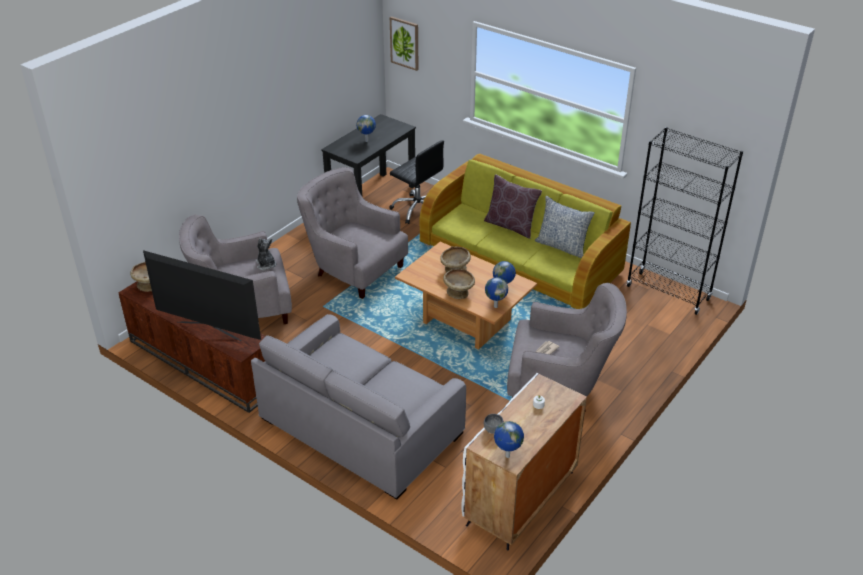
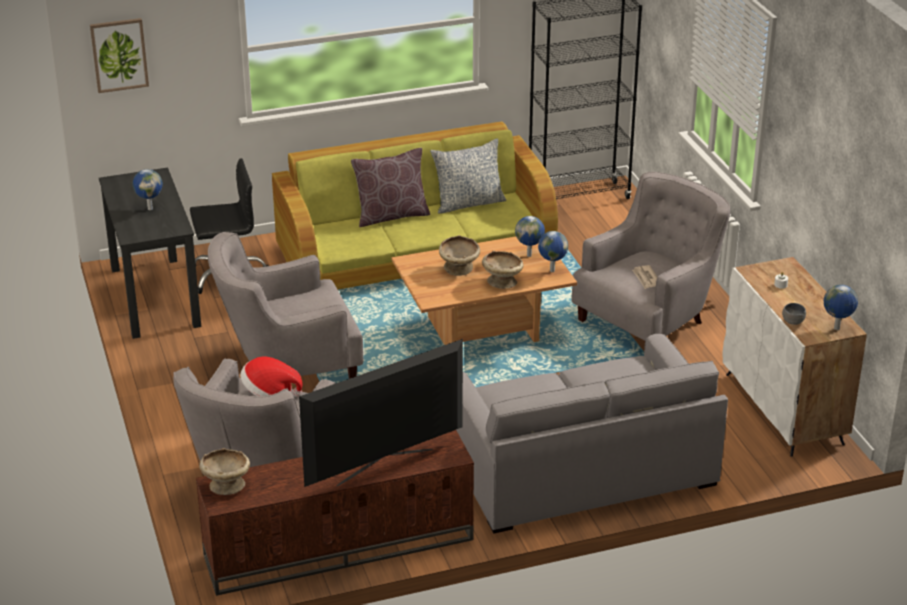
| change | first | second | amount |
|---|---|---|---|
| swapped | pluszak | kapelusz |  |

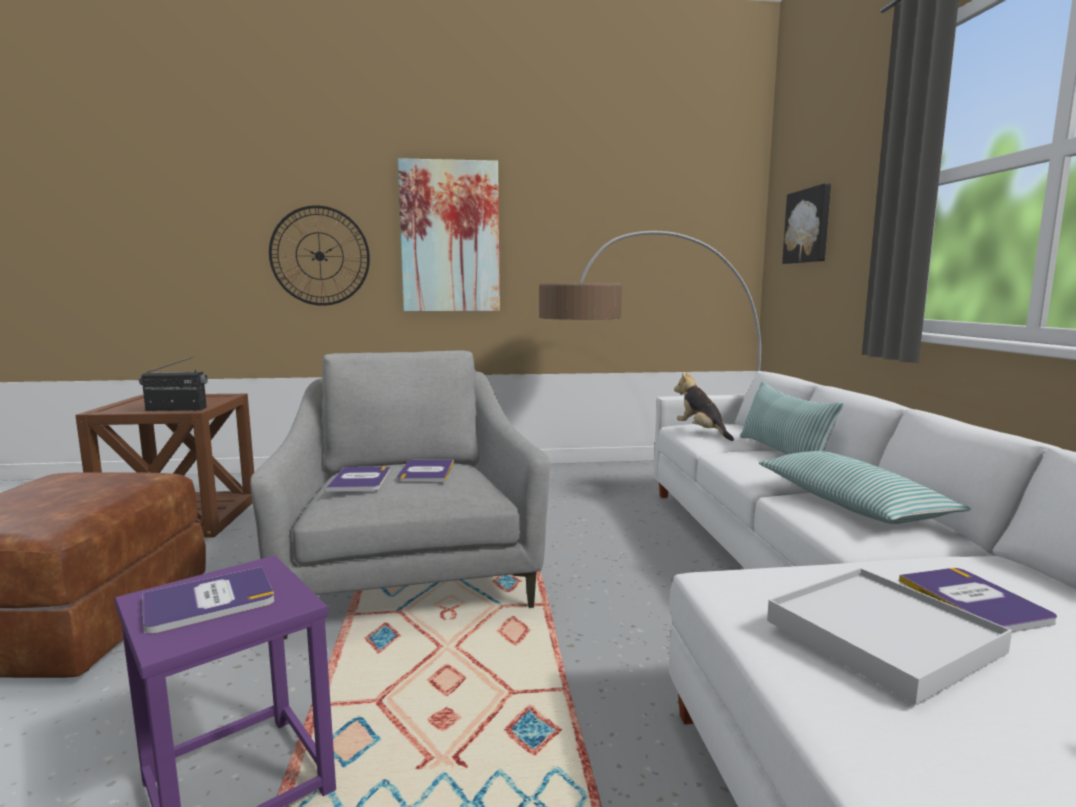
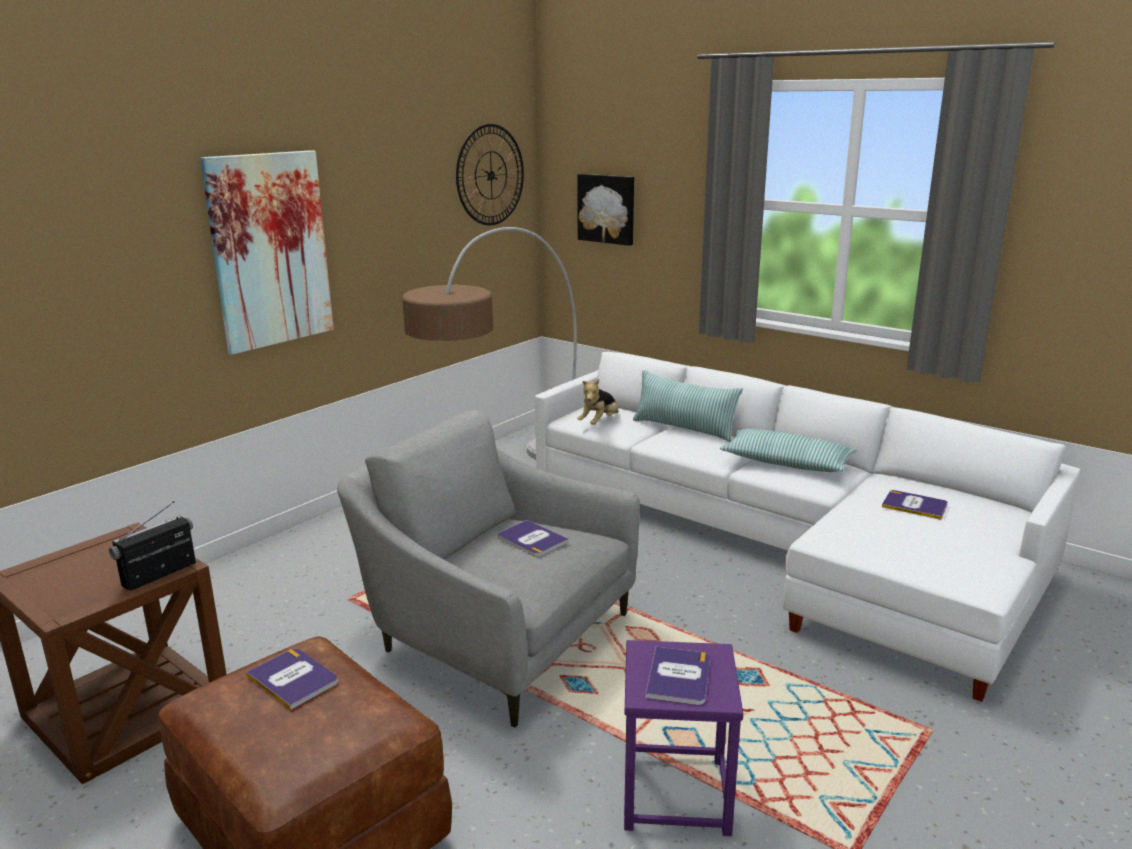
| change | first | second | amount |
|---|---|---|---|
| shifted | książka (no. 2 from left in the first image) | książka (no. 1 from left) |  |
| shifted | zegar ścienny |  |  |
| rotated | pluszak |  | 75 degrees counterclockwise |
| gone | taca (biały) |  |  |

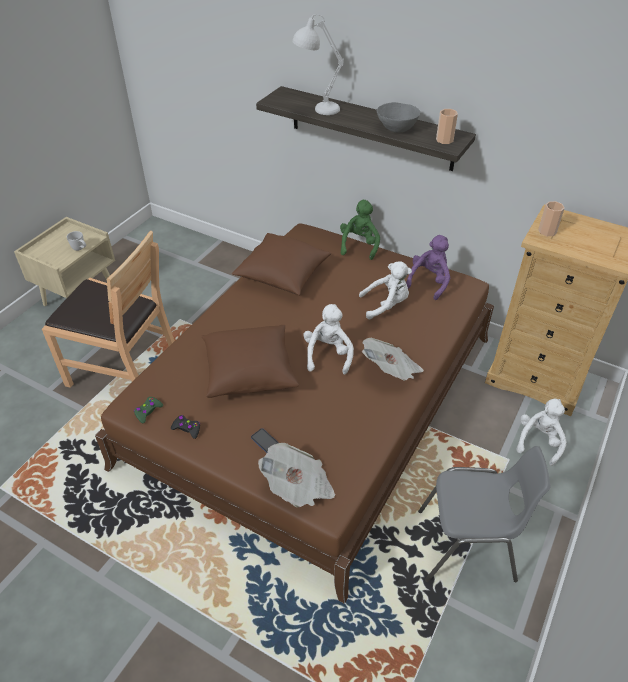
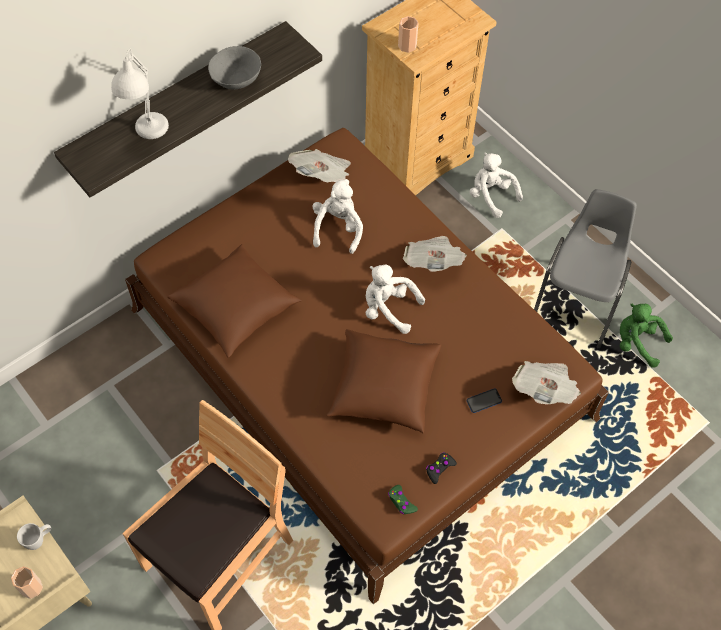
| change | first | second | amount |
|---|---|---|---|
| shifted | filiżanka (no. 1 from left) |  |  |
| swapped | pluszak (fioletowy) | gazeta (no. 1 from left) |  |
| shifted | pluszak (zielony) |  |  |

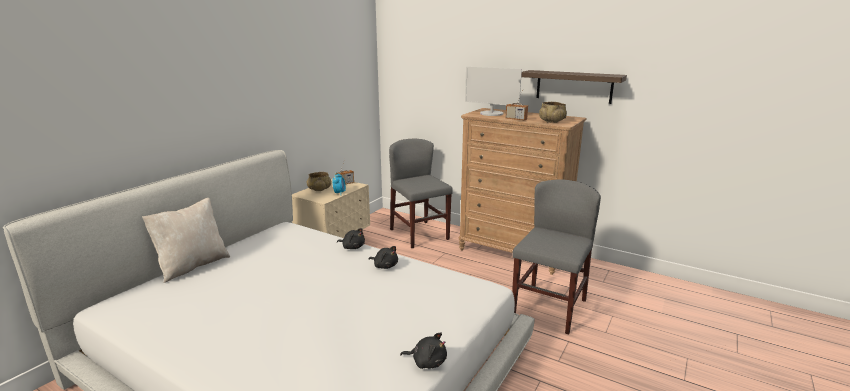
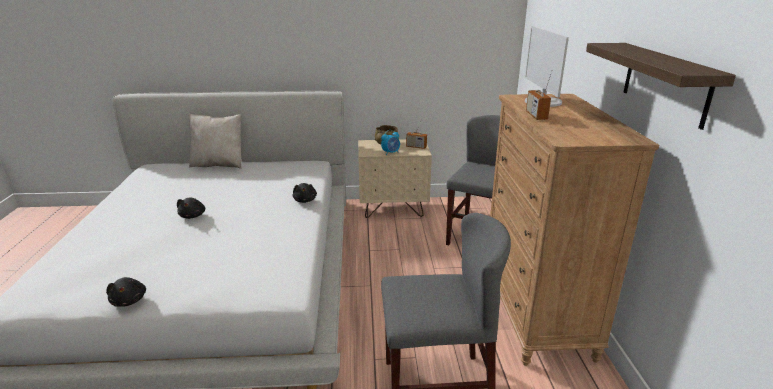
| change | first | second | amount |
|---|---|---|---|
| shifted | pluszak (czarny) (no. 2 from left) |  |  |
| gone | miska (beżowy) (no. 2 from left) |  |  |

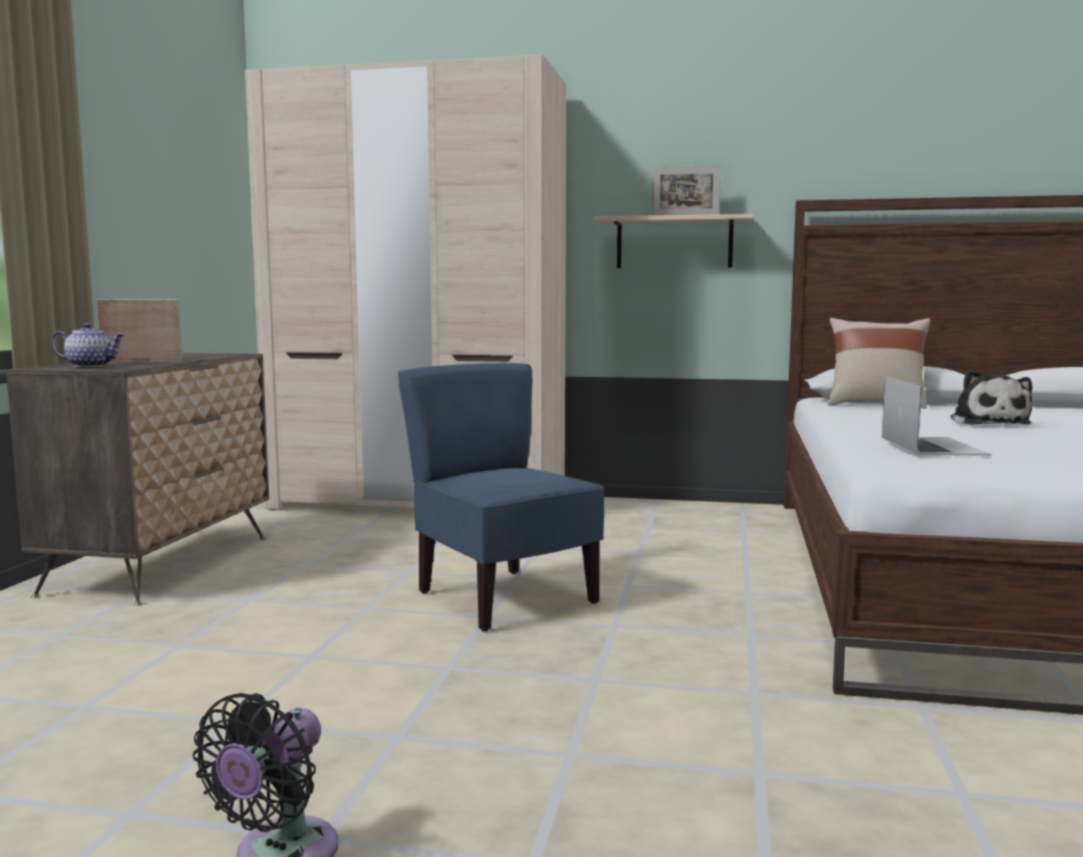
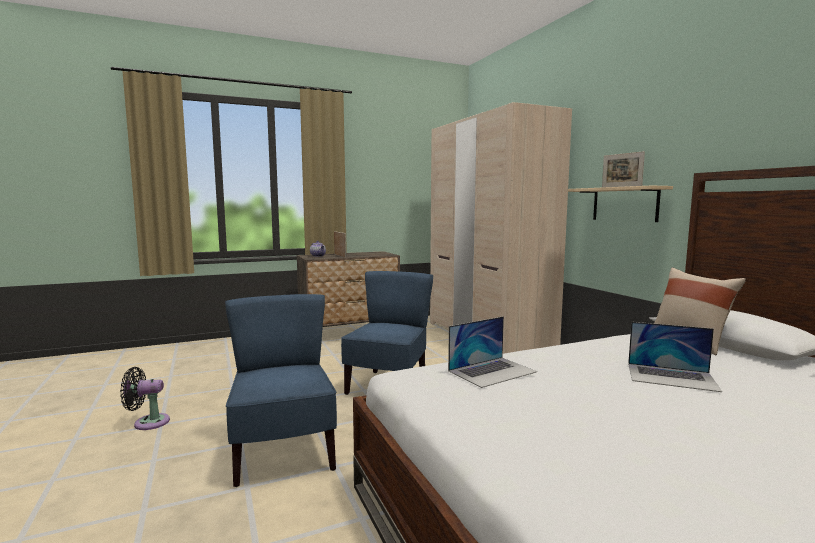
| change | first | second | amount |
|---|---|---|---|
| new |  | krzesło (niebieski) (no. 1 from left) |  |
| swapped | pluszak | laptop (no. 2 from left) |  |

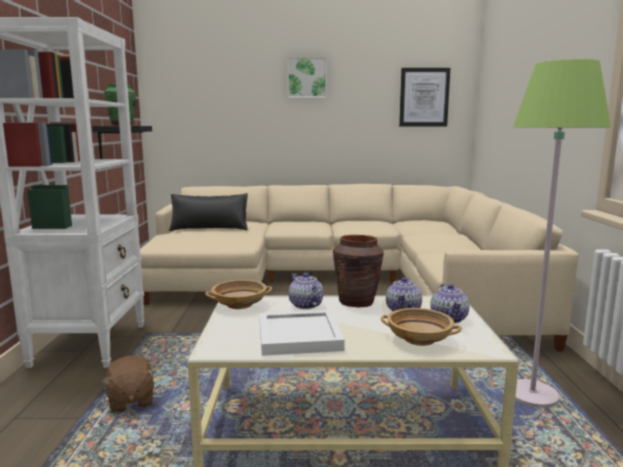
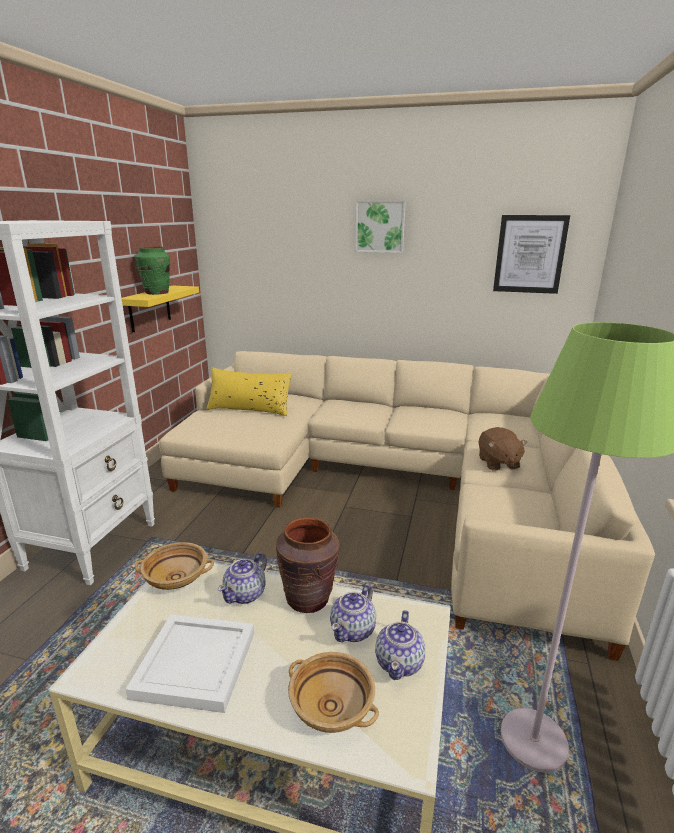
| change | first | second | amount |
|---|---|---|---|
| repainted | półka (czarny) | półka (żółty) |  |
| repainted | poduszka (czarny) | poduszka (żółty) |  |
| rotated | imbryk (no. 1 from left) |  | 135 degrees counterclockwise |
| shifted | pluszak (brązowy) |  |  |

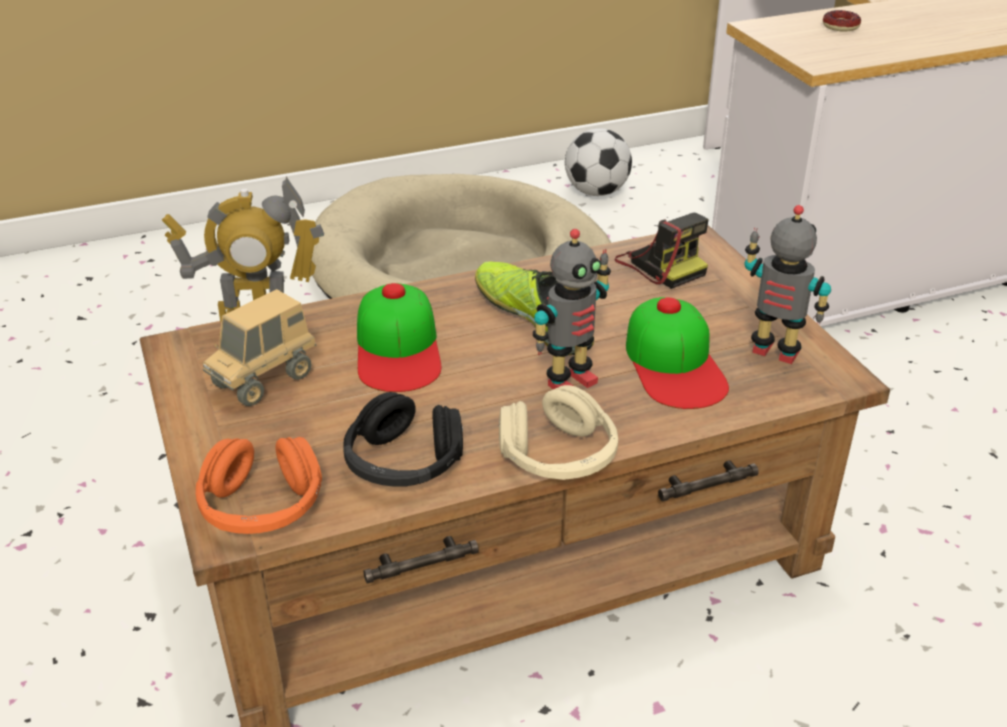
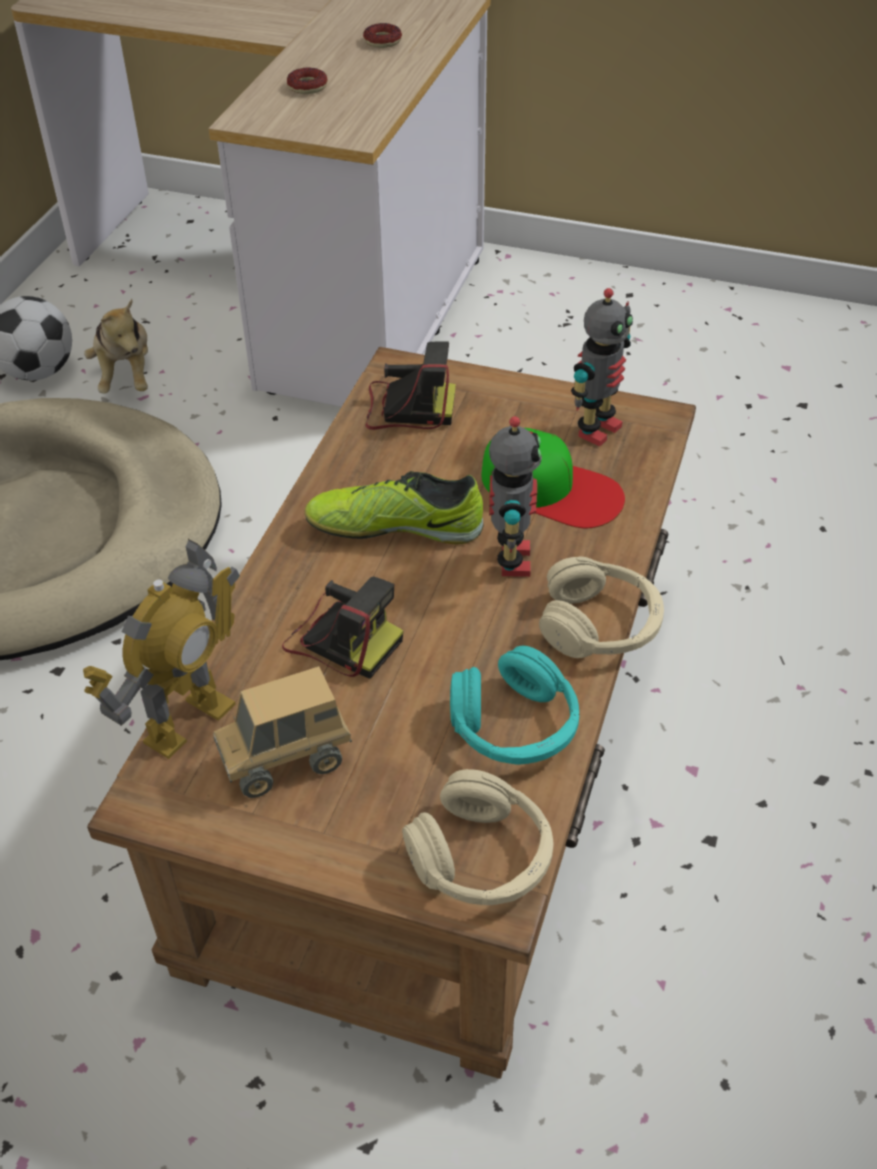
| change | first | second | amount |
|---|---|---|---|
| new |  | pluszak |  |
| rotated | ciężarówka zabawkowa |  | 75 degrees clockwise |
| swapped | czapka z daszkiem (no. 1 from left) | aparat fotograficzny (no. 1 from left) |  |
| new |  | donut (no. 2 from left) |  |
| repainted | słuchawki (pomarańczowy) | słuchawki (beżowy) (no. 1 from left) |  |
| repainted | słuchawki (czarny) | słuchawki (turkusowy) |  |
| rotated | robot zabawkowy (no. 3 from left) |  | 150 degrees clockwise |

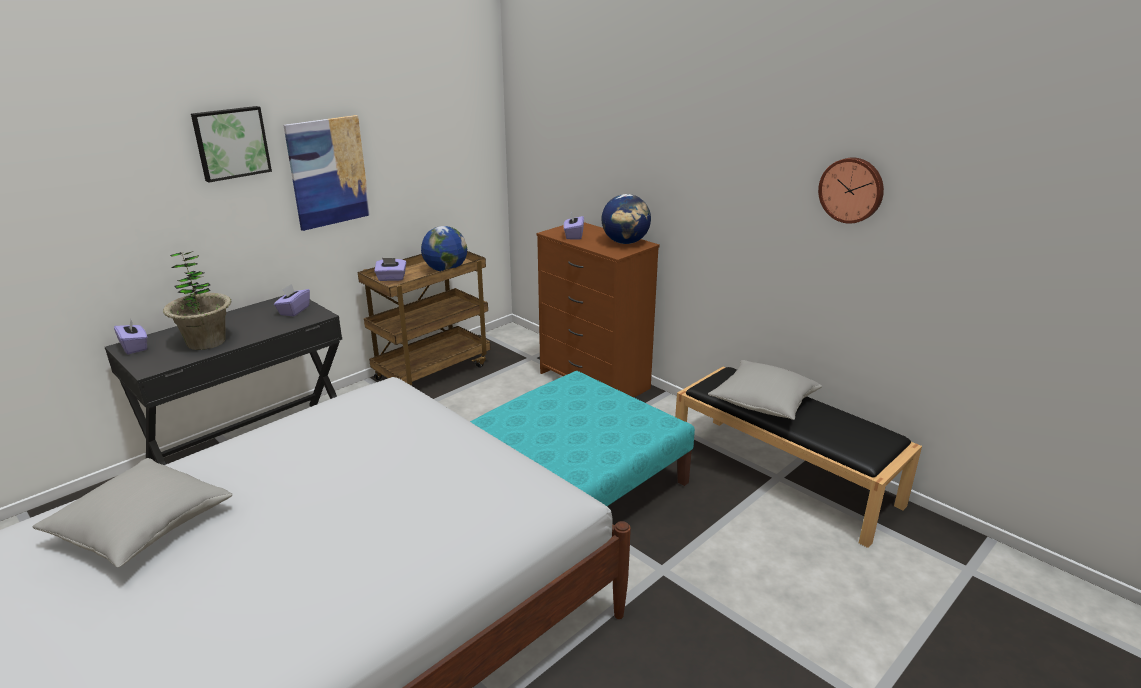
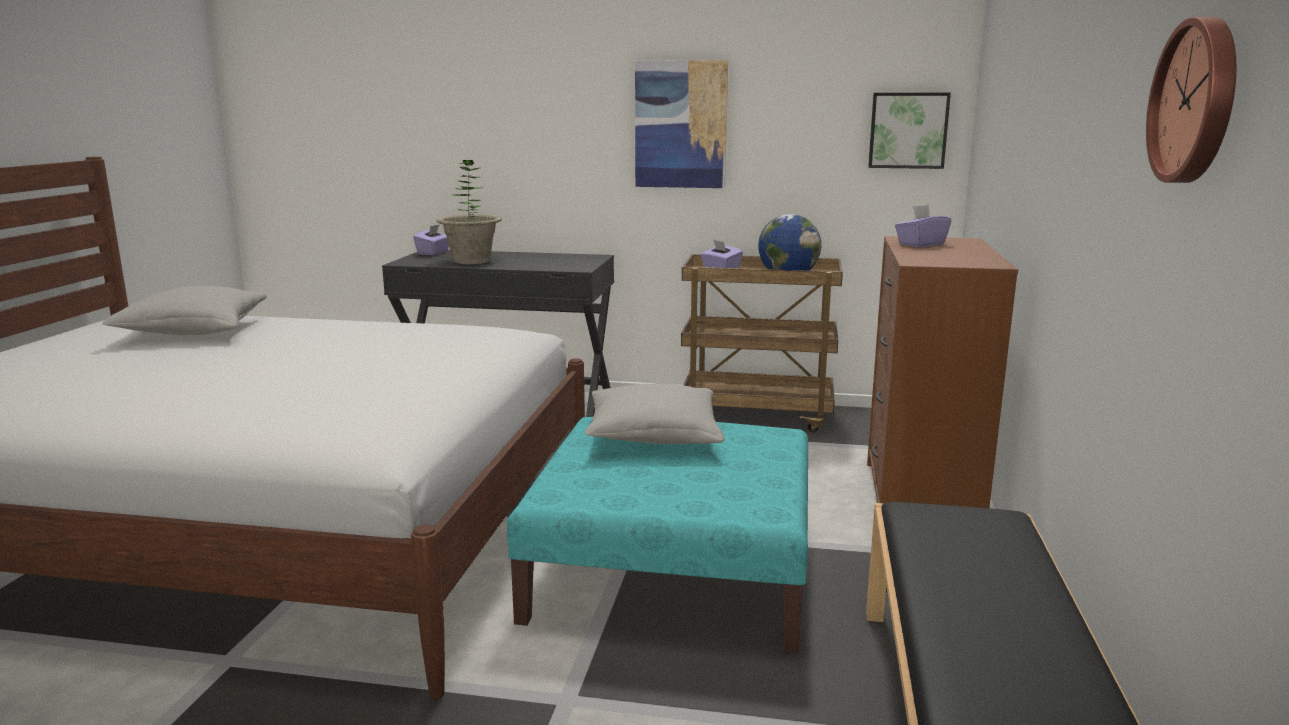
| change | first | second | amount |
|---|---|---|---|
| shifted | poduszka (szary) (no. 2 from left) |  |  |
| shifted | obraz (no. 1 from left in the first image) | obraz (no. 2 from left) |  |
| gone | pudełko chusteczek (fioletowy) (no. 2 from left) |  |  |
| gone | globus (no. 2 from left) |  |  |

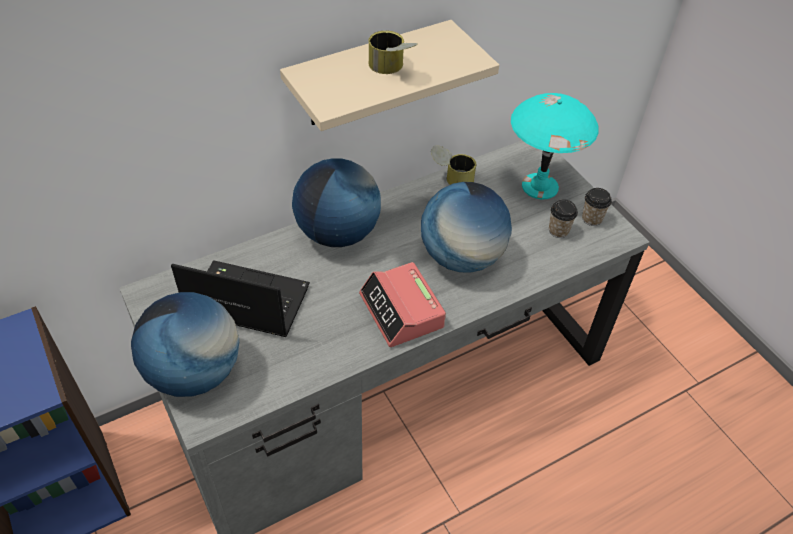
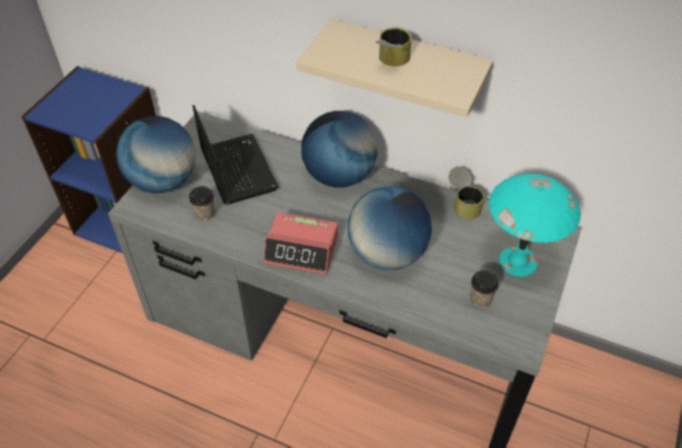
| change | first | second | amount |
|---|---|---|---|
| shifted | filiżanka (no. 2 from left in the first image) | filiżanka (no. 1 from left) |  |
| rotated | budzik |  | 105 degrees counterclockwise |

